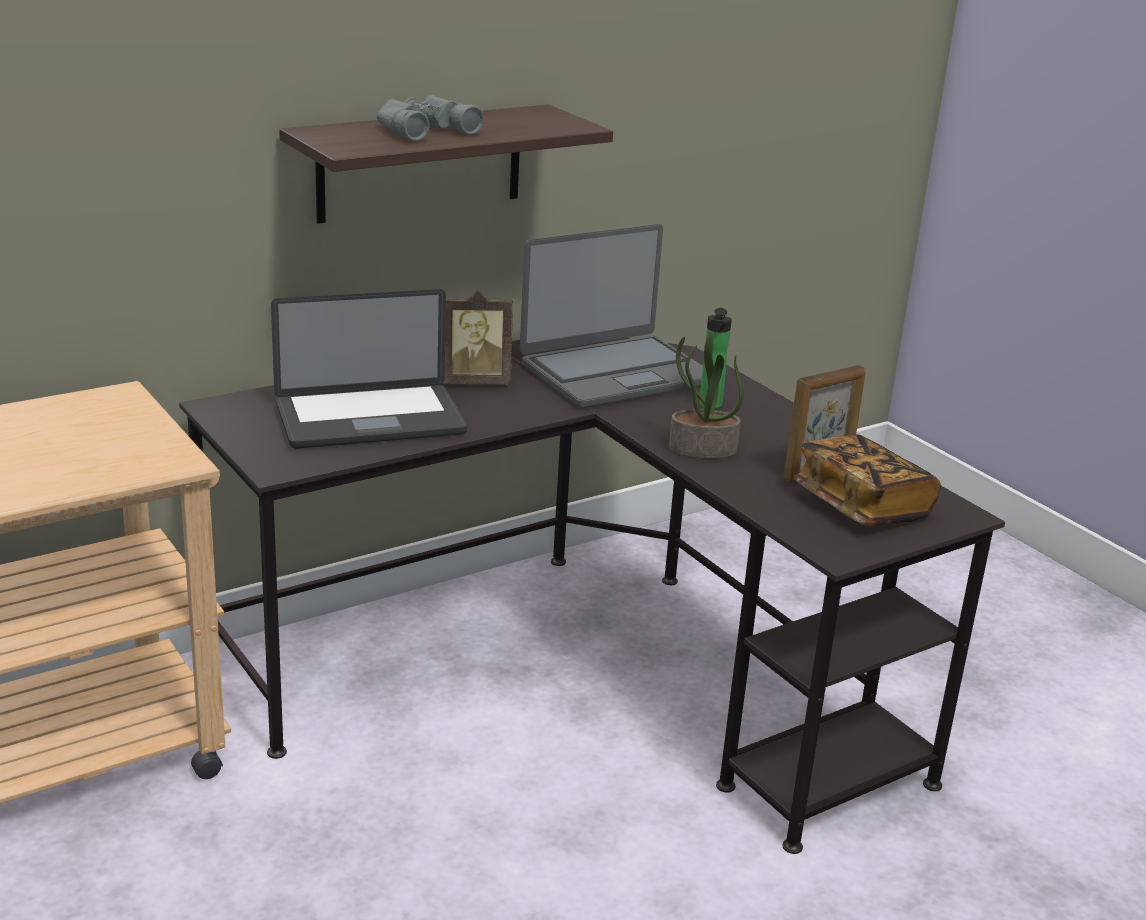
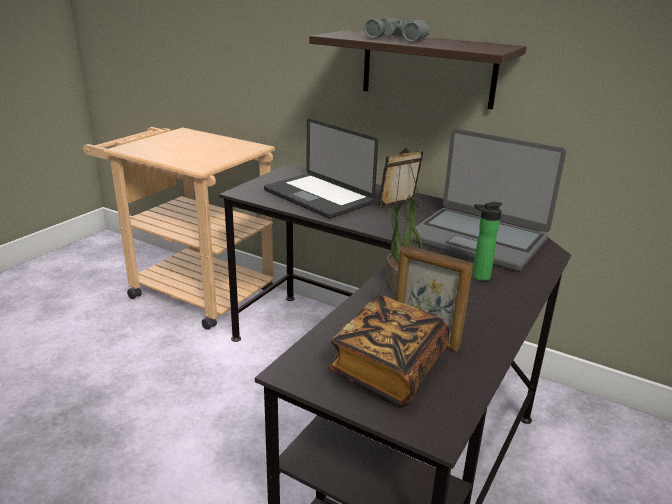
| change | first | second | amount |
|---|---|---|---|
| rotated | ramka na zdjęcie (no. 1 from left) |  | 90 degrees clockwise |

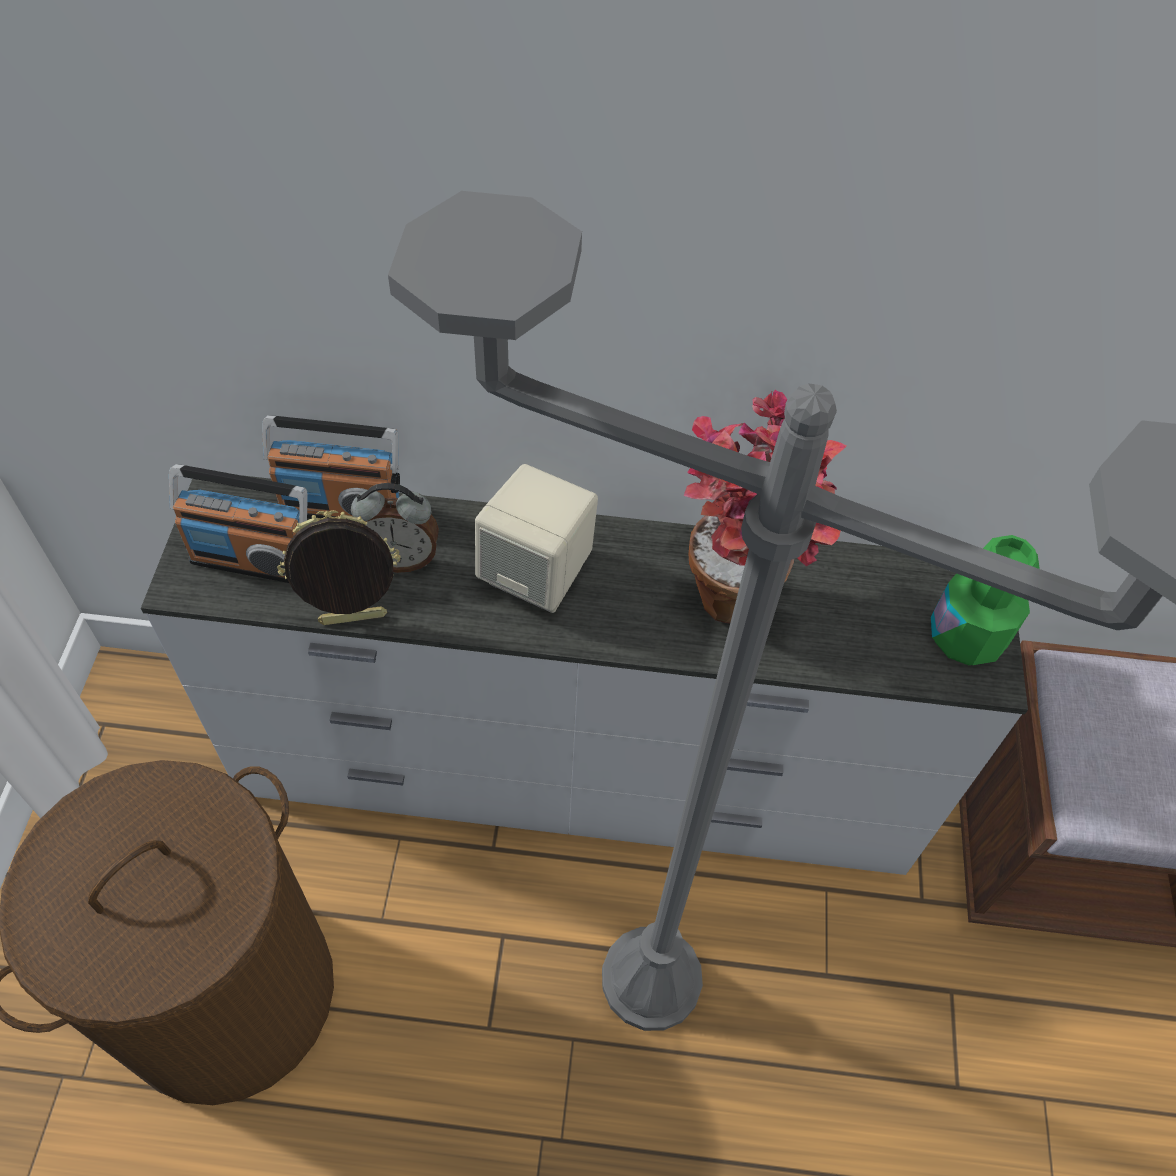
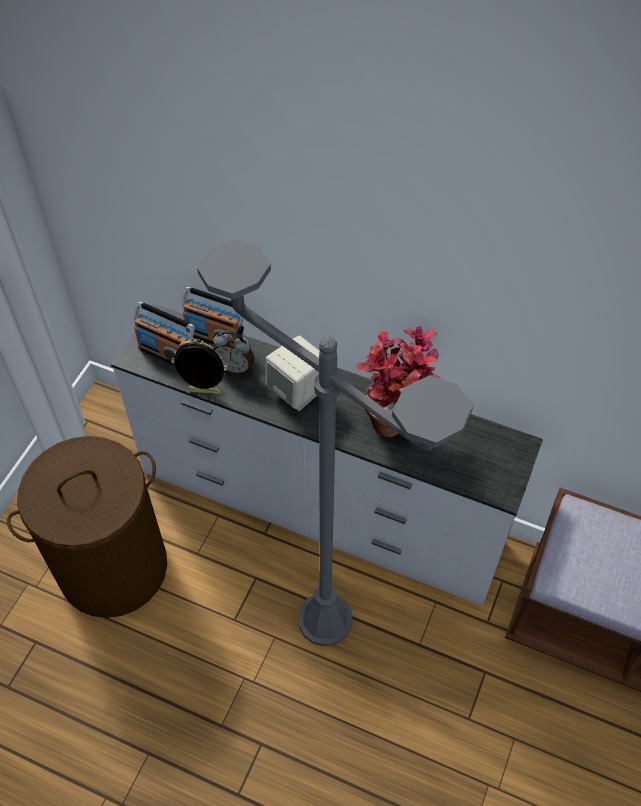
| change | first | second | amount |
|---|---|---|---|
| gone | butelka (zielony) |  |  |

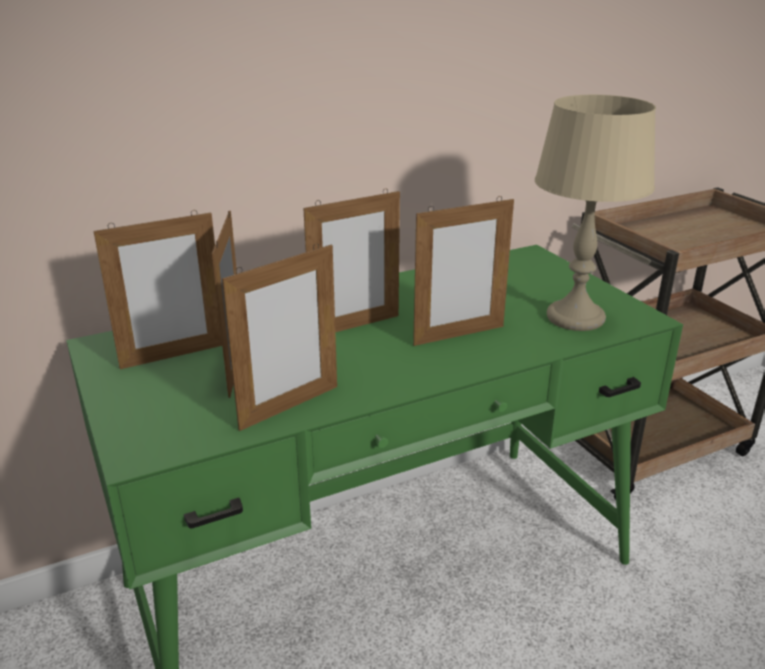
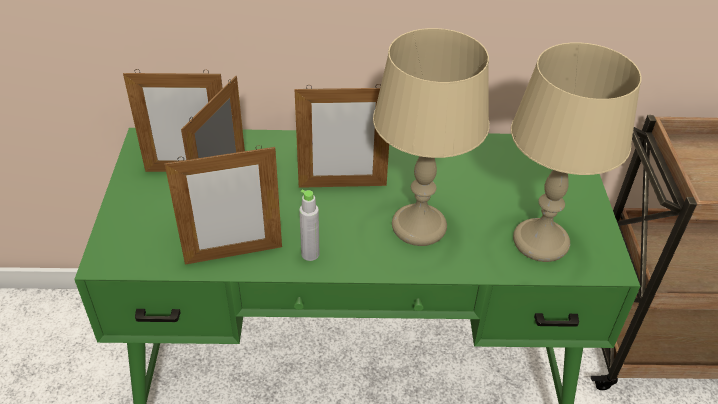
| change | first | second | amount |
|---|---|---|---|
| new |  | butelka (szary) |  |
| swapped | ramka na zdjęcie (no. 5 from left) | lampa stołowa (beżowy) (no. 1 from left) |  |

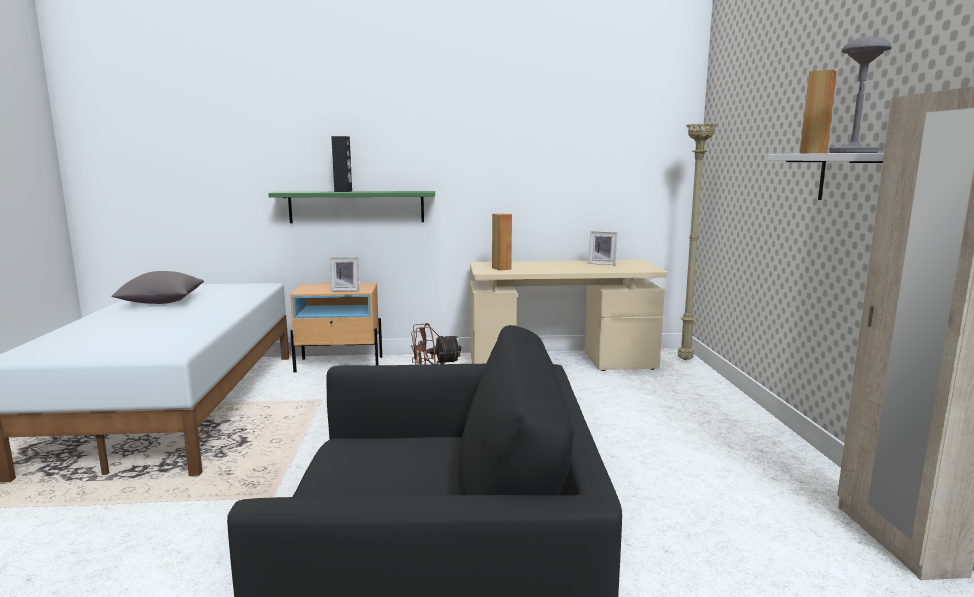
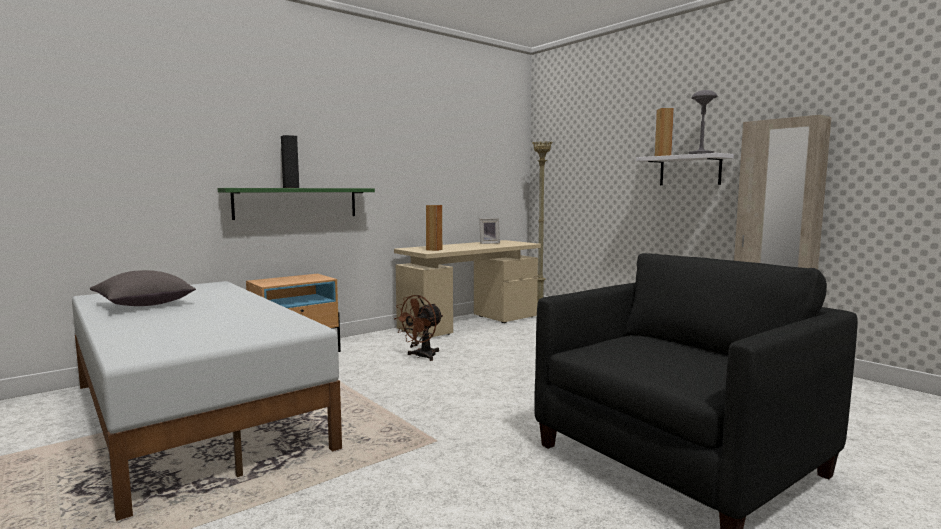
| change | first | second | amount |
|---|---|---|---|
| gone | ramka na zdjęcie (no. 1 from left) |  |  |

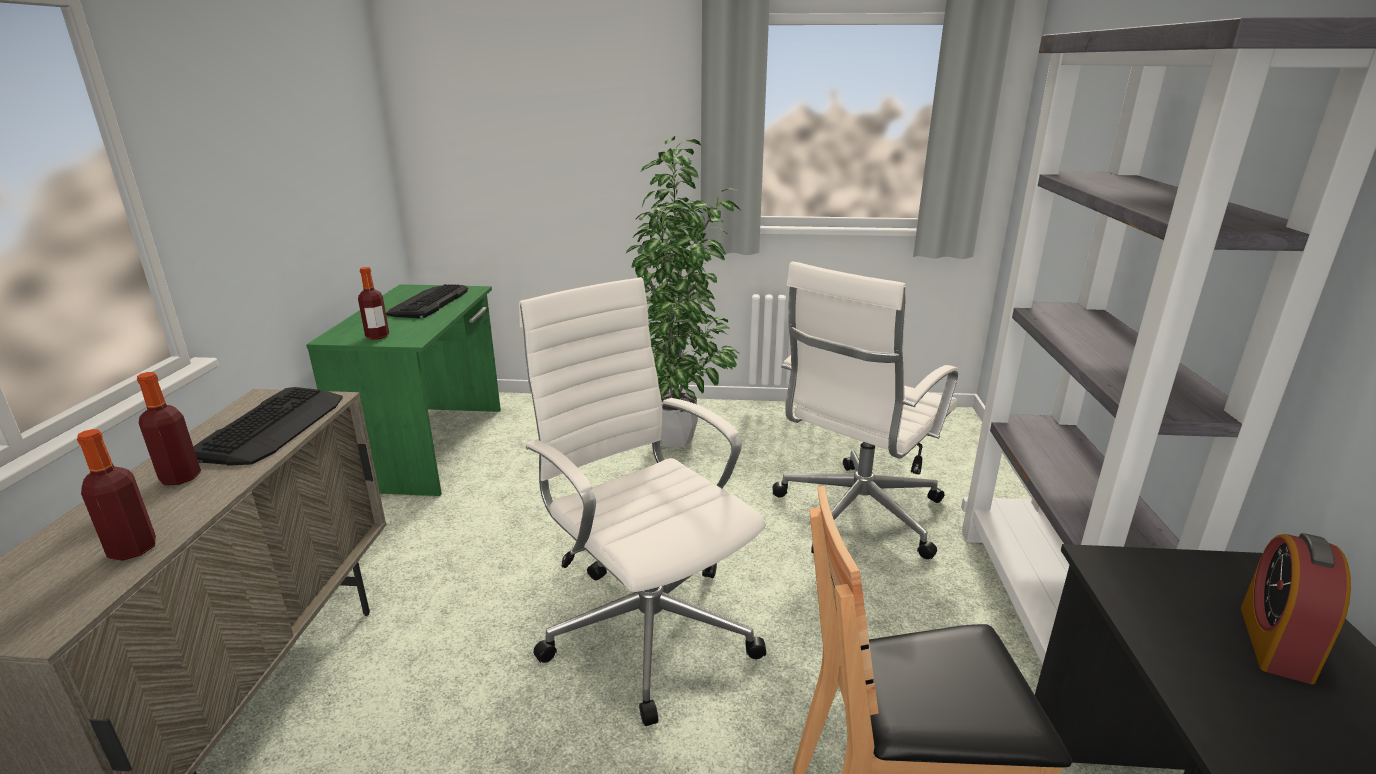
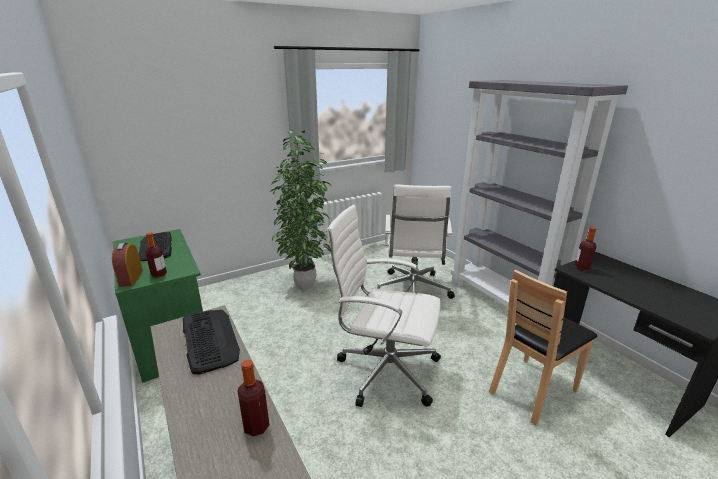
| change | first | second | amount |
|---|---|---|---|
| shifted | budzik |  |  |
| shifted | butelka (no. 2 from left in the first image) | butelka (no. 3 from left) |  |

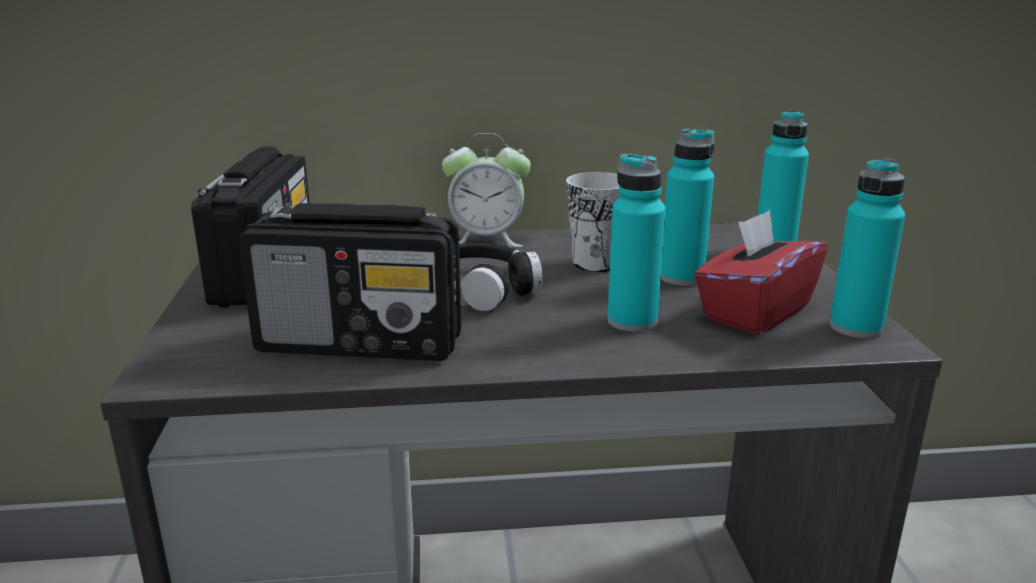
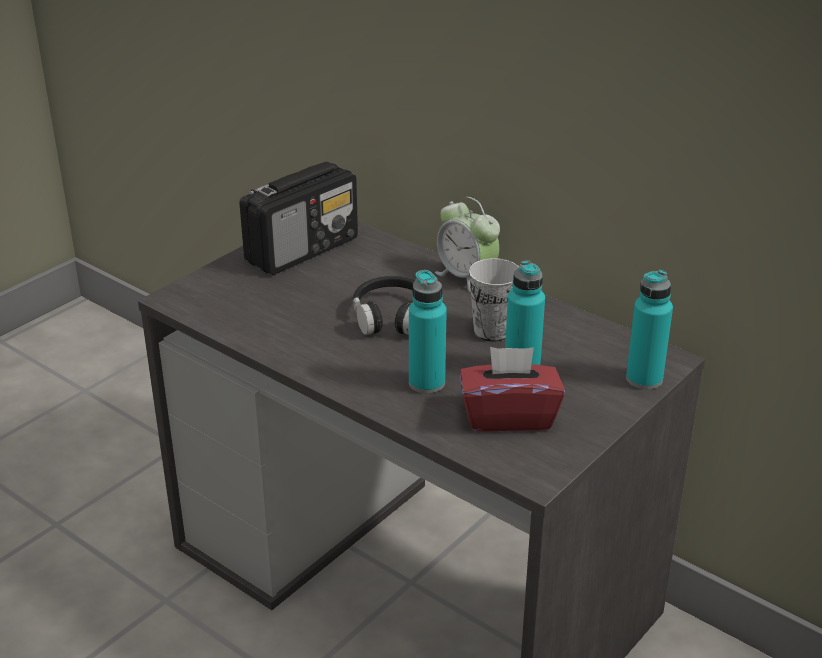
| change | first | second | amount |
|---|---|---|---|
| gone | radio (no. 2 from left) |  |  |
| gone | butelka (turkusowy) (no. 4 from left) |  |  |

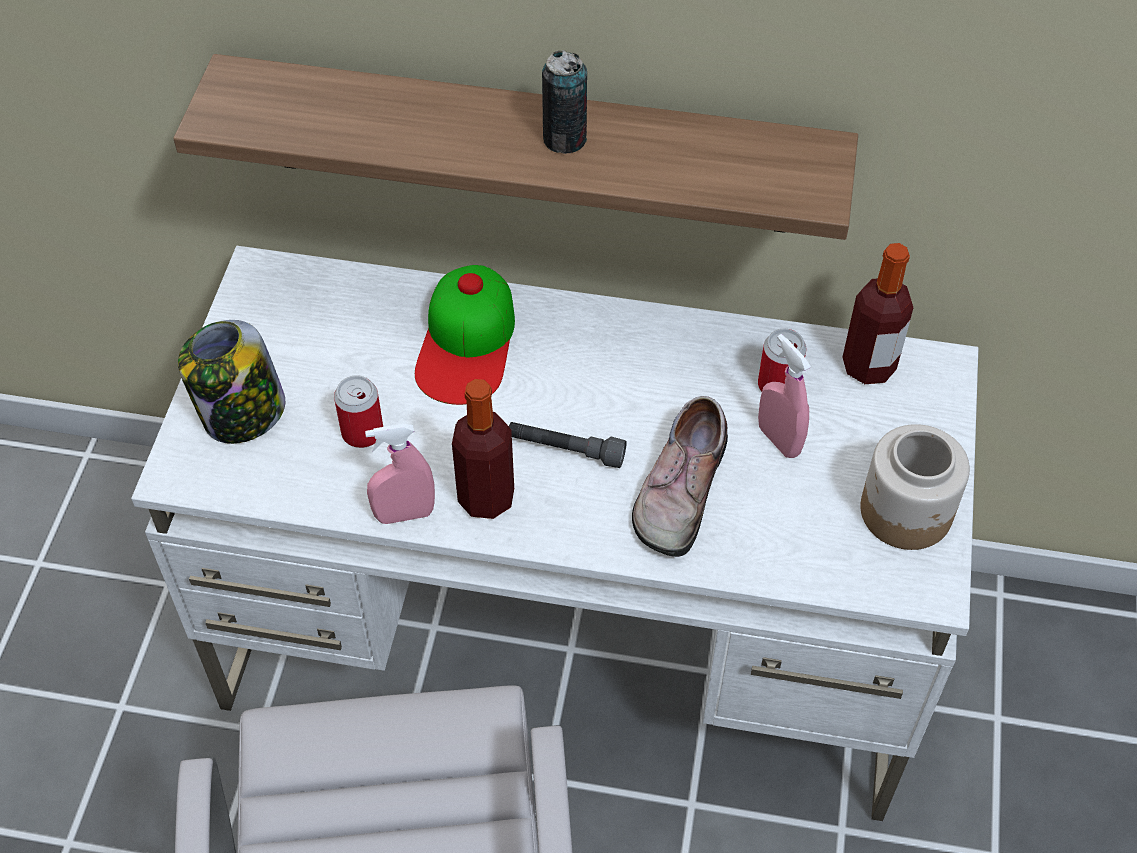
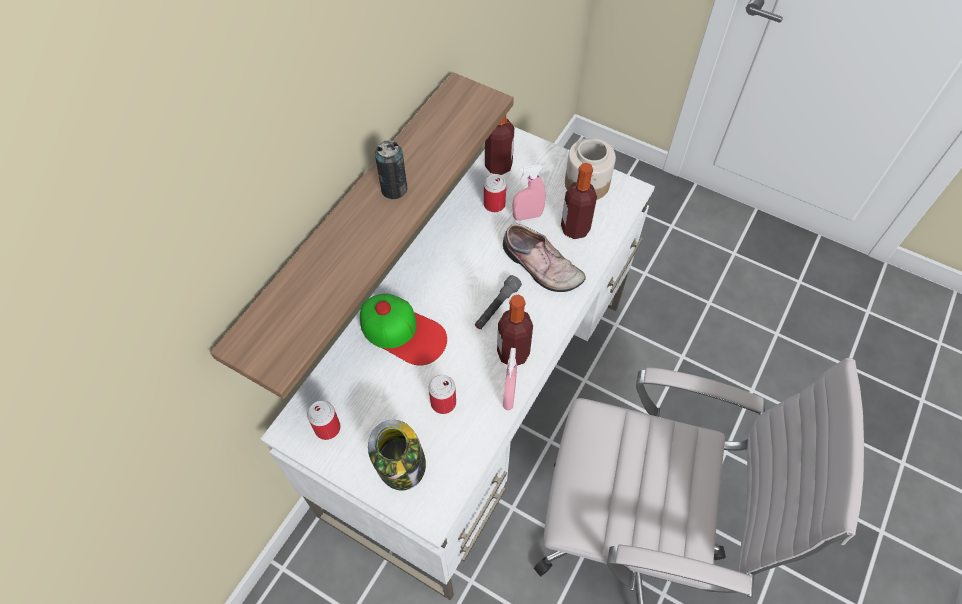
| change | first | second | amount |
|---|---|---|---|
| new |  | puszka (no. 1 from left) |  |
| new |  | butelka (no. 3 from left) |  |

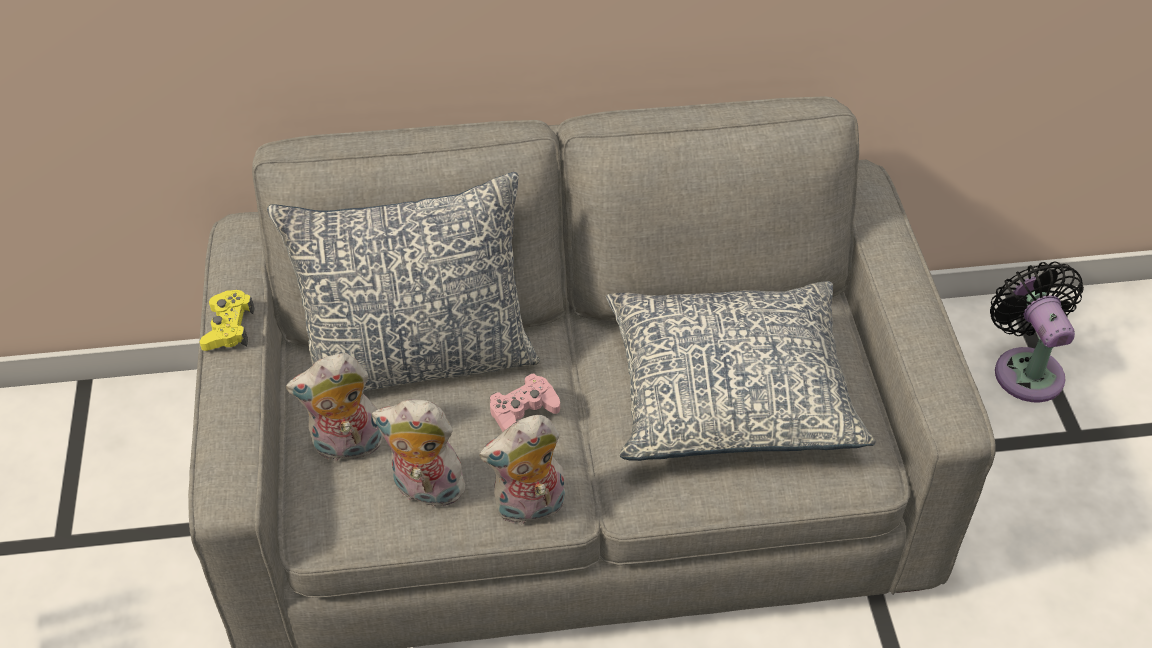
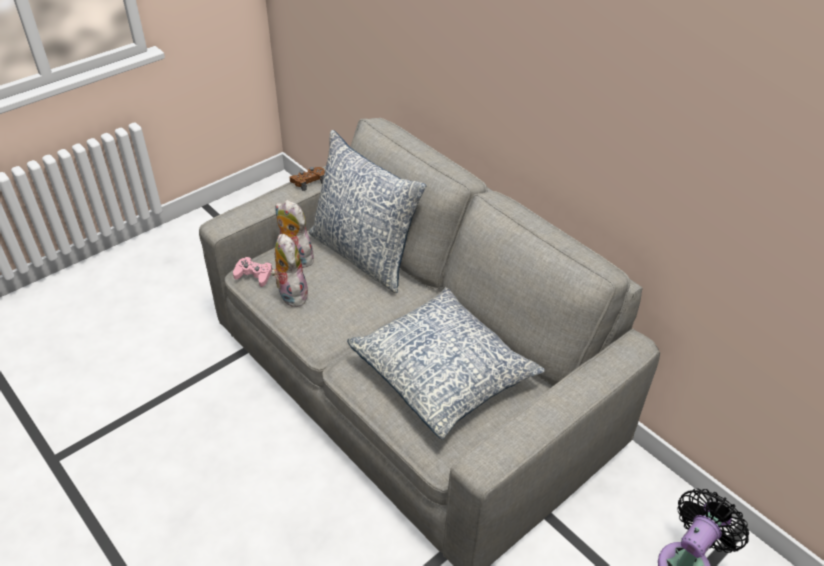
| change | first | second | amount |
|---|---|---|---|
| shifted | pad do gier (różowy) |  |  |
| repainted | pad do gier (żółty) | pad do gier (brązowy) |  |
| gone | pluszak (no. 3 from left) |  |  |

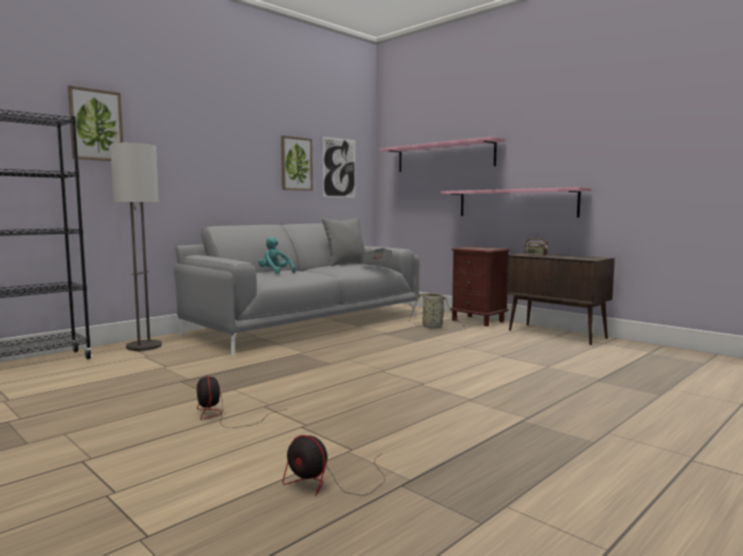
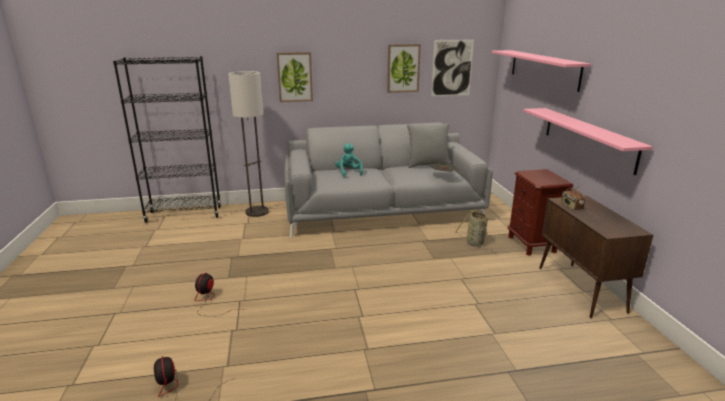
| change | first | second | amount |
|---|---|---|---|
| shifted | obraz (no. 1 from left) |  |  |

